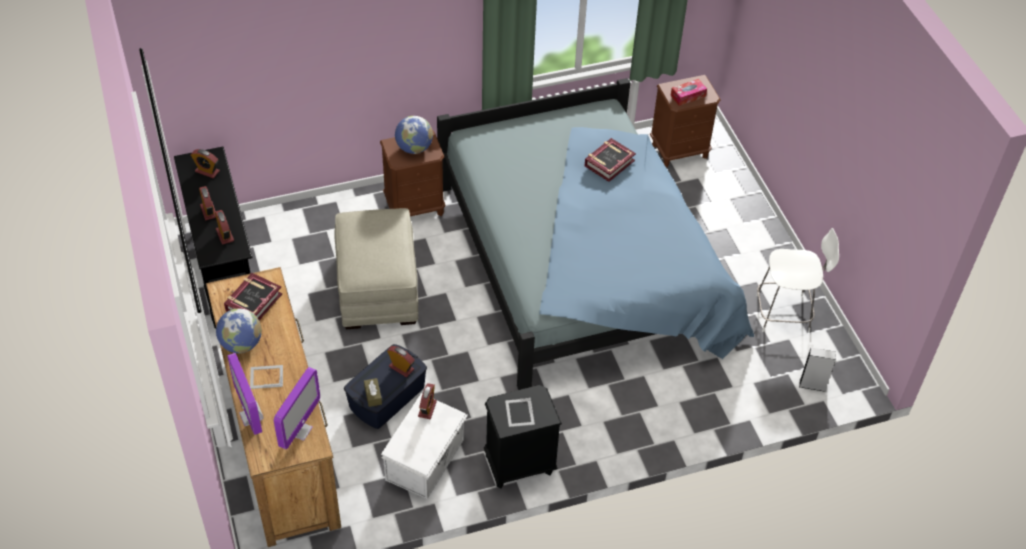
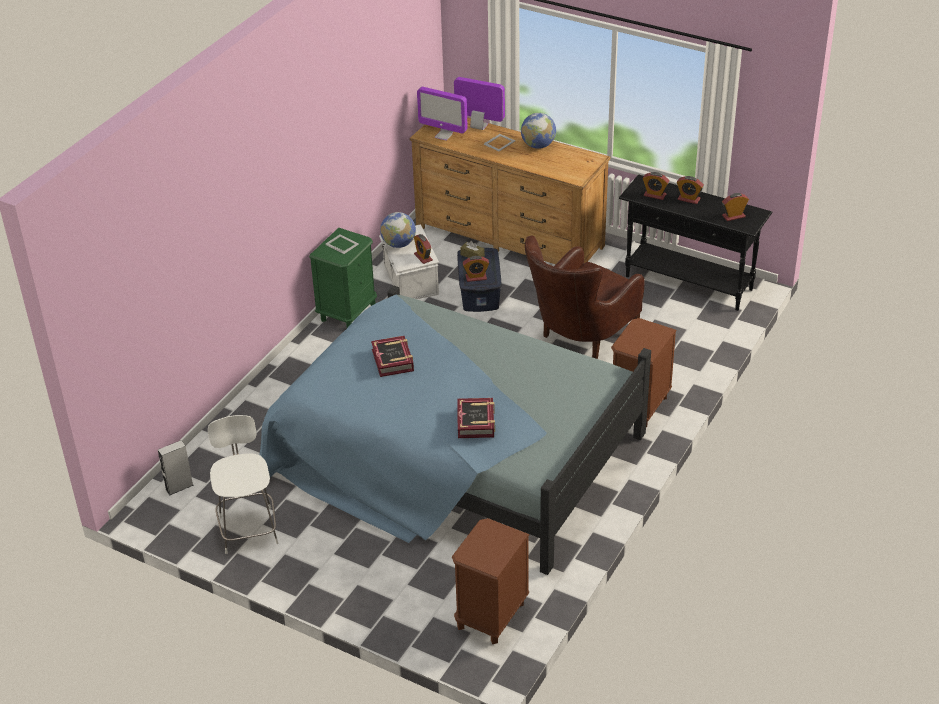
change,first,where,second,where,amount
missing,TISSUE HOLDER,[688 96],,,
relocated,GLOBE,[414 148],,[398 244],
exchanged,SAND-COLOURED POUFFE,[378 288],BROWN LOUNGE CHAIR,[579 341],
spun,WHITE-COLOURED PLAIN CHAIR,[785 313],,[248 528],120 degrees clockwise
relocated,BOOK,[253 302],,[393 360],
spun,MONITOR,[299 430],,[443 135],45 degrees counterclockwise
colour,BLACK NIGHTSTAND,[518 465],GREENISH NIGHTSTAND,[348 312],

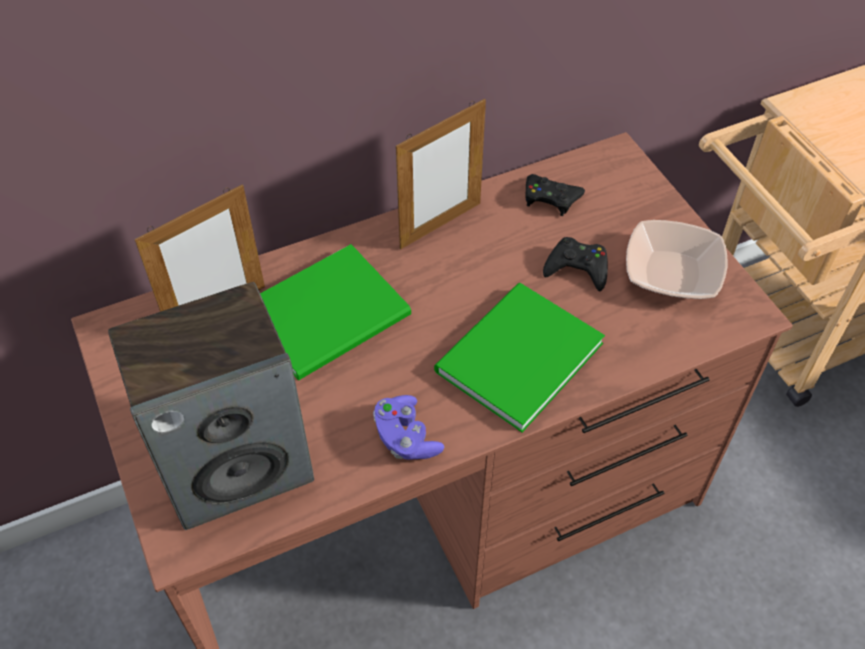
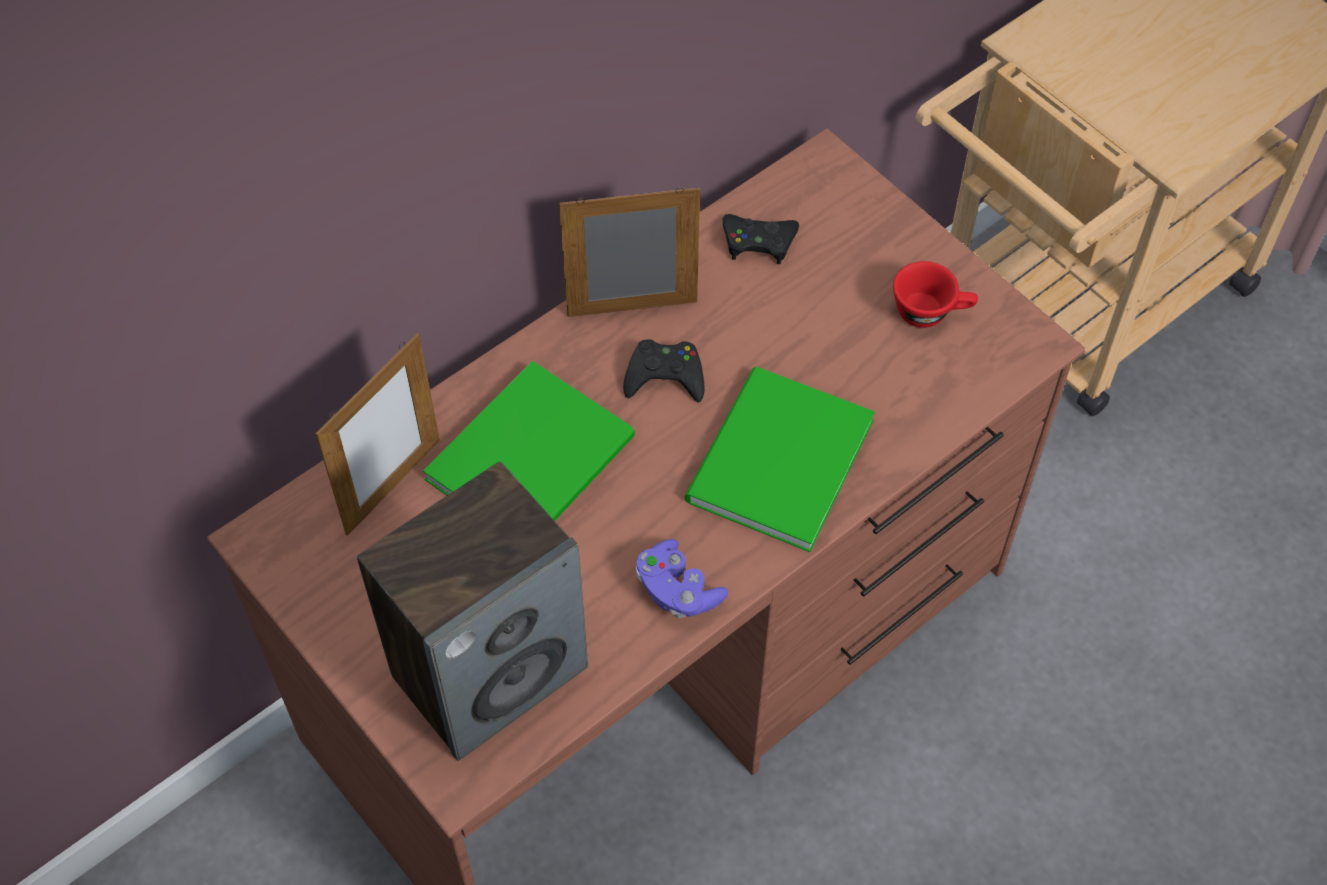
change,first,where,second,where,amount
spun,PICTURE FRAME,[440 225],,[632 309],135 degrees counterclockwise
exchanged,BOWL,[672 273],RED CUP,[931 311],
relocated,BLACK GAMEPAD,[577 268],,[665 376],

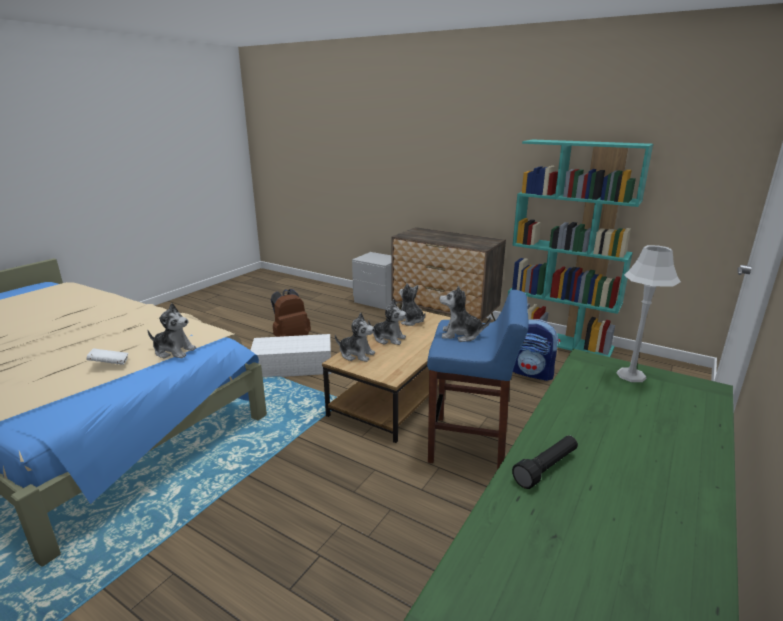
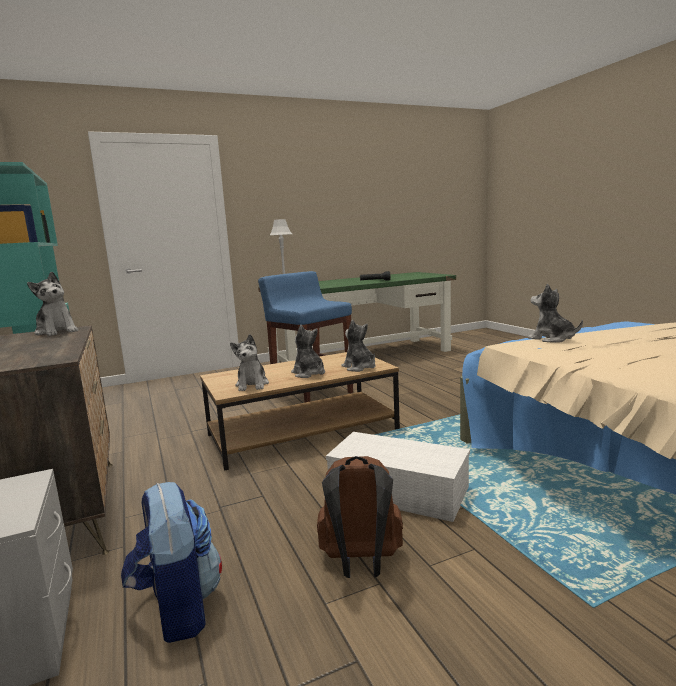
change,first,where,second,where,amount
relocated,SOFT TOY,[461 335],,[57 331],
relocated,BACKPACK,[532 373],,[177 608],
missing,WHITE-COLOURED BOOK,[110 365],,,

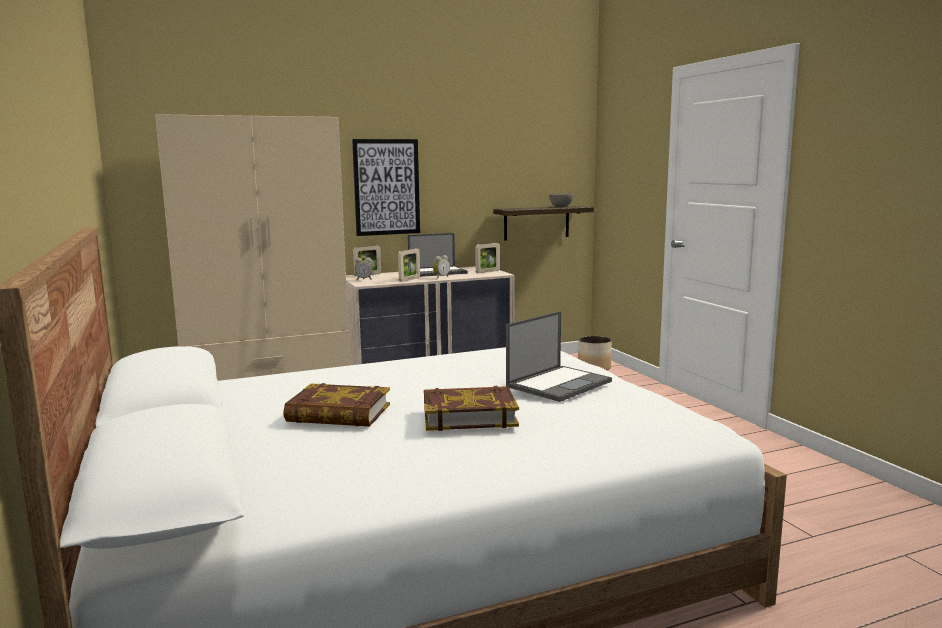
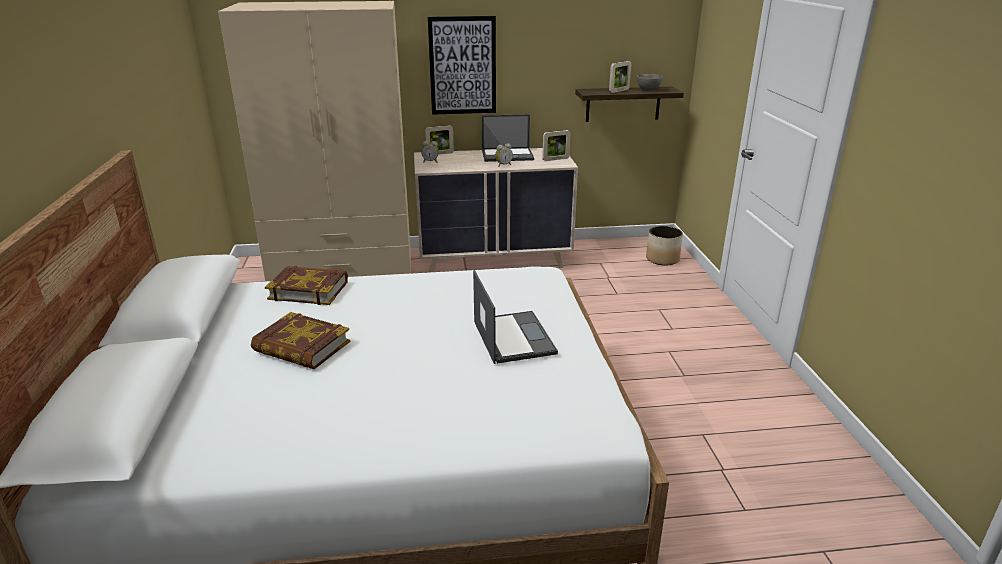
change,first,where,second,where,amount
relocated,PICTURE FRAME,[409 279],,[619 91],
spun,PORTABLE COMPUTER,[559 383],,[513 337],75 degrees counterclockwise
relocated,BOOK,[469 415],,[309 290],

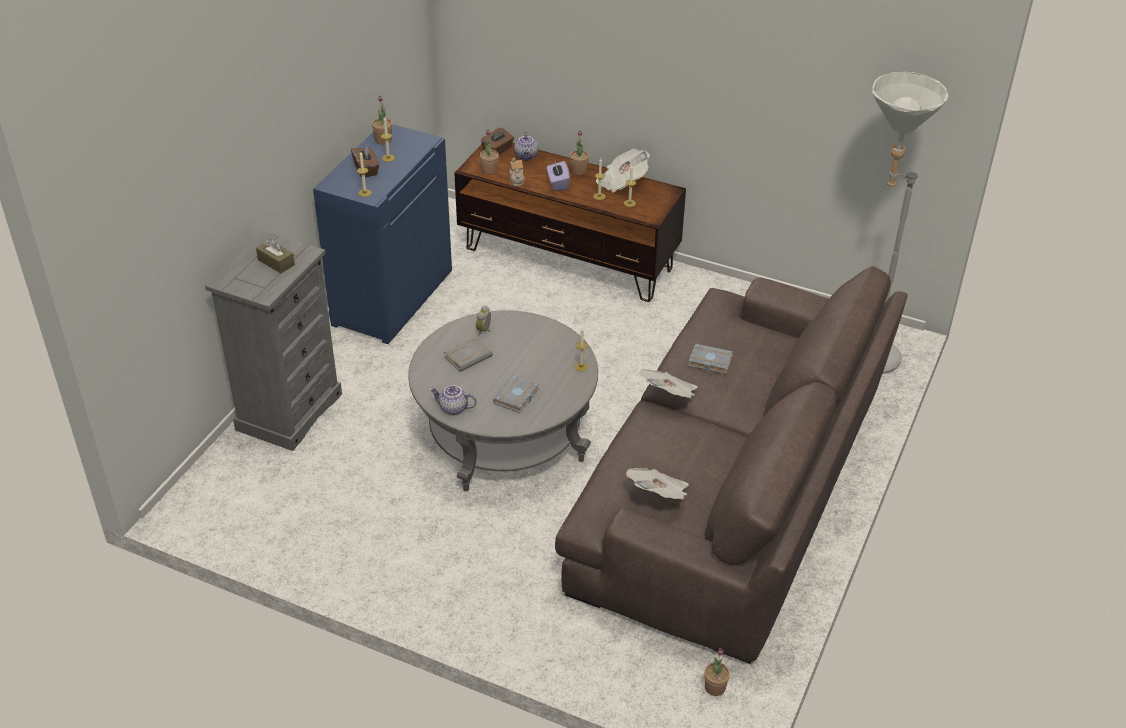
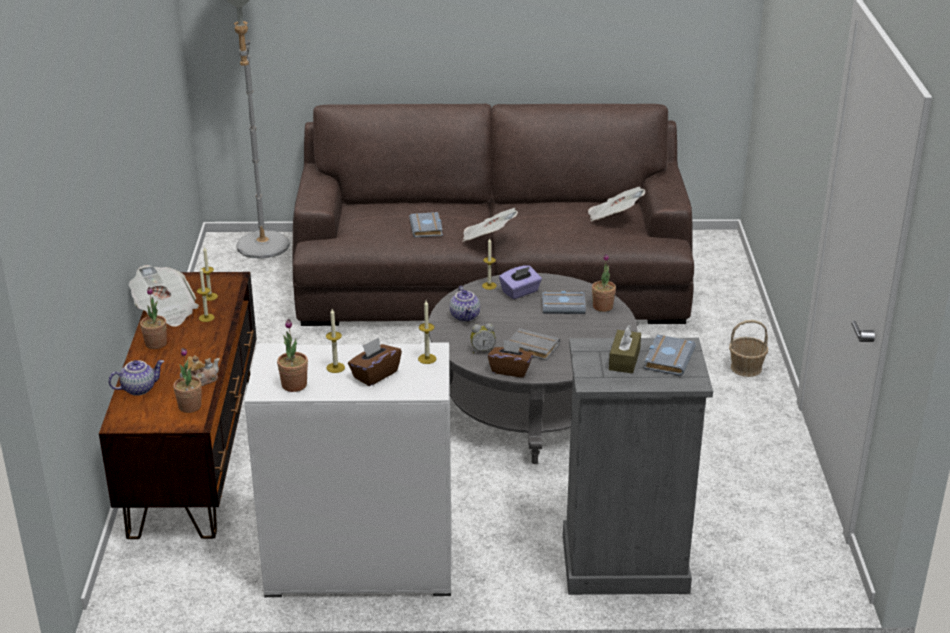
change,first,where,second,where,amount
colour,BLUISH CUPBOARD,[392 297],WHITE-COLOURED CUPBOARD,[359 565],
relocated,BROWN TISSUE HOLDER,[498 150],,[510 370],
relocated,PURPLE-COLOURED TISSUE HOLDER,[558 183],,[520 292],
relocated,TEA POT,[453 409],,[465 316],
relocated,PLANT IN A POT,[715 687],,[602 307],
appeared,,,STORAGE BASKET,[746 368],
appeared,,,GRAY BOOK,[667 358],

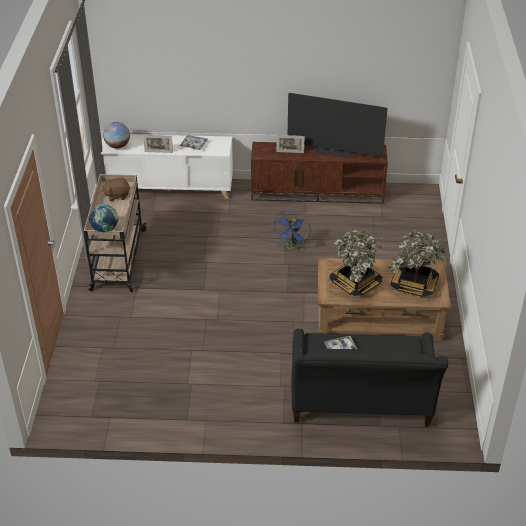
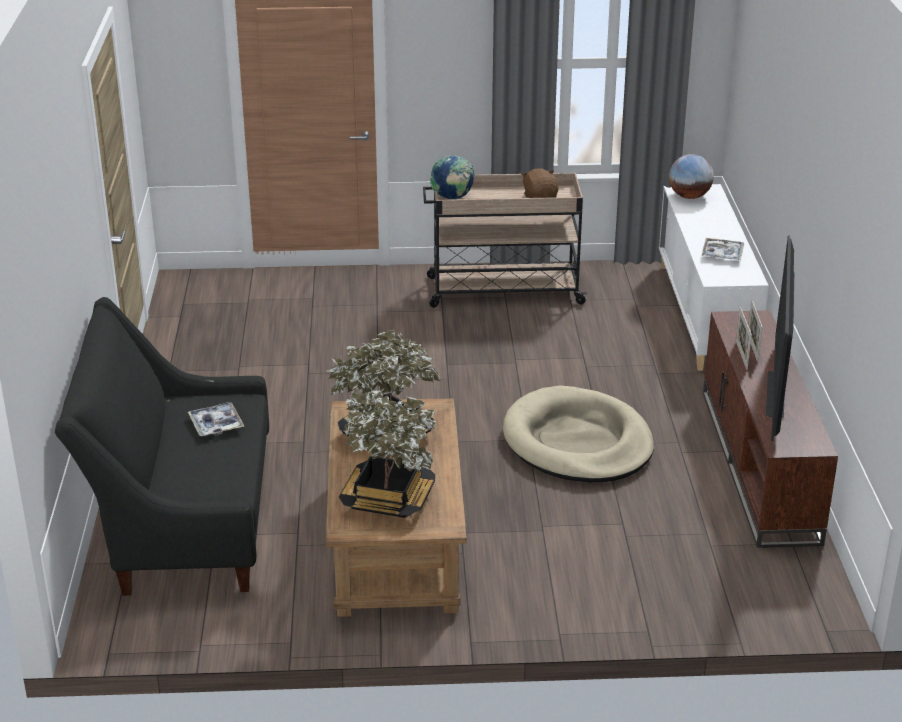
change,first,where,second,where,amount
relocated,PICTURE FRAME,[158 152],,[741 355],
exchanged,BLUISH COOLING FAN,[293 247],SAND-COLOURED DOG CUSHION,[578 442],

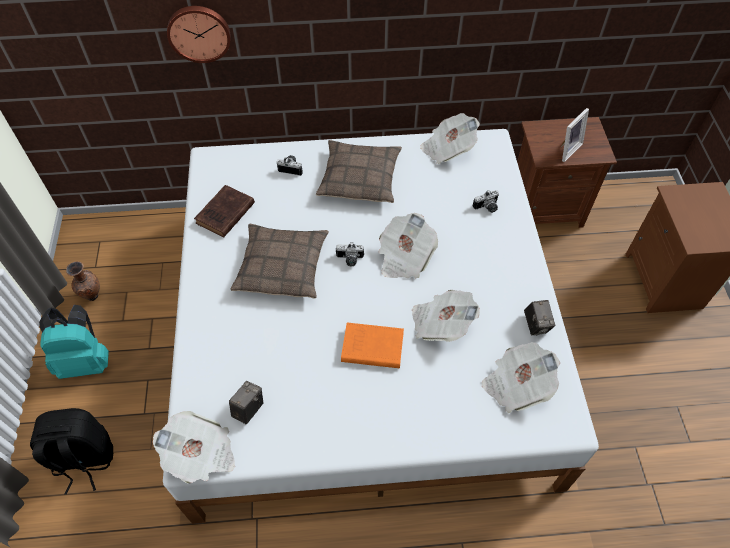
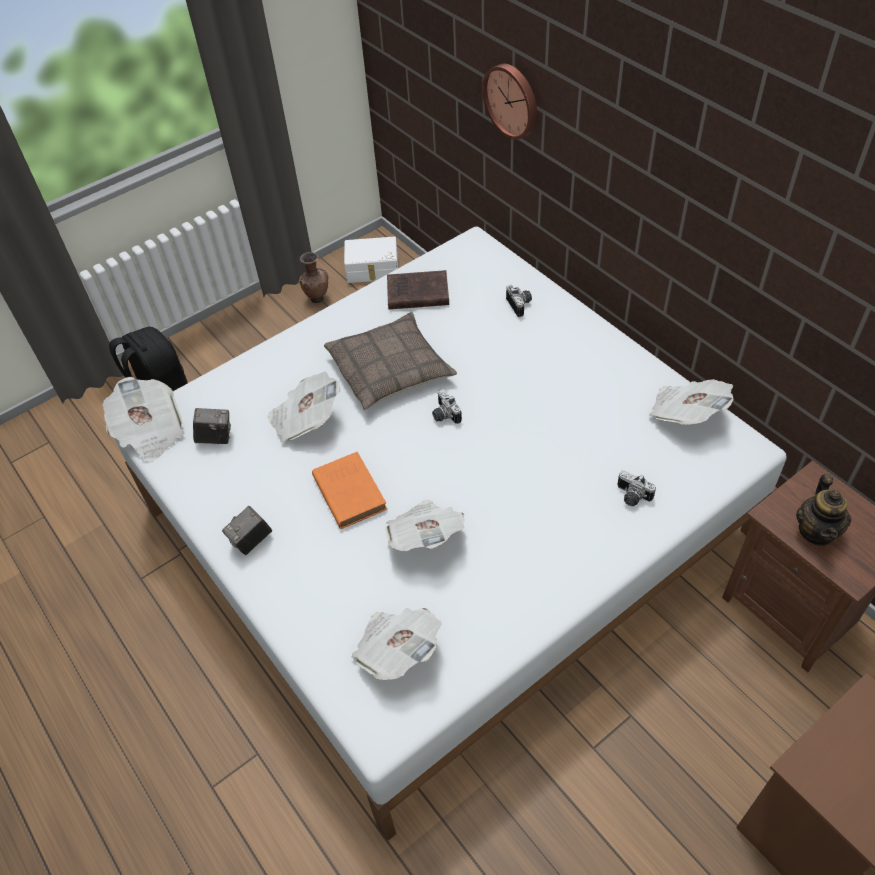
change,first,where,second,where,amount
exchanged,PICTURE FRAME,[566 149],TEA POT,[816 531],
missing,PILLOW,[360 178],,,
relocated,DAILY PAPER,[404 257],,[305 420],
relocated,PHOTO CAMERA,[536 325],,[251 541],
missing,BLUE-GREEN BACKPACK,[86 361],,,
appeared,,,WHITE-COLOURED STORAGE CONTAINER,[373 269],

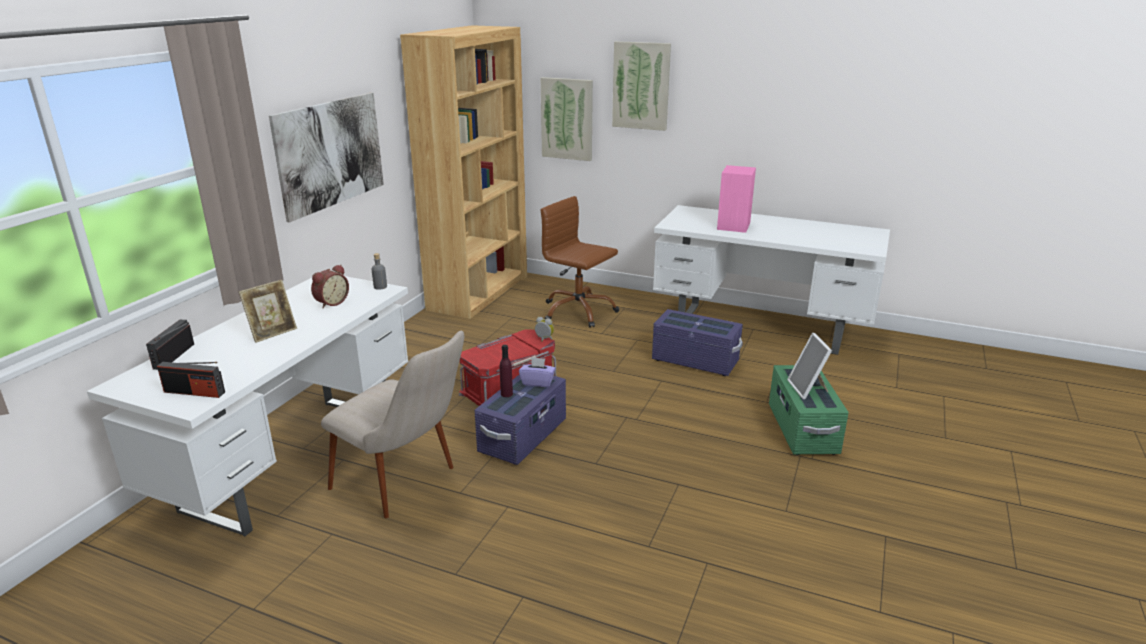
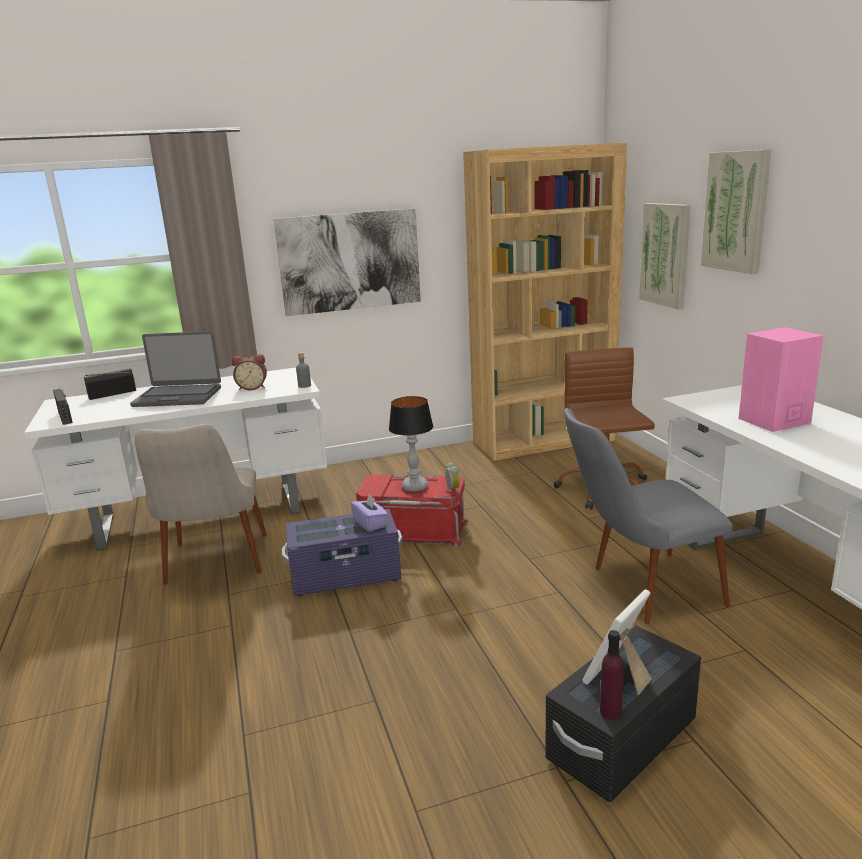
change,first,where,second,where,amount
exchanged,PICTURE FRAME,[273 333],PORTABLE COMPUTER,[178 397],
exchanged,PURPLE-COLOURED STORAGE CONTAINER,[695 361],GRAY PLAIN CHAIR,[638 590],
relocated,PURPLE-COLOURED BEVERAGE BOTTLE,[506 394],,[610 712],
colour,GREENISH STORAGE CONTAINER,[802 430],BLACK STORAGE CONTAINER,[621 740],
appeared,,,TABLETOP LAMP,[415 487],

